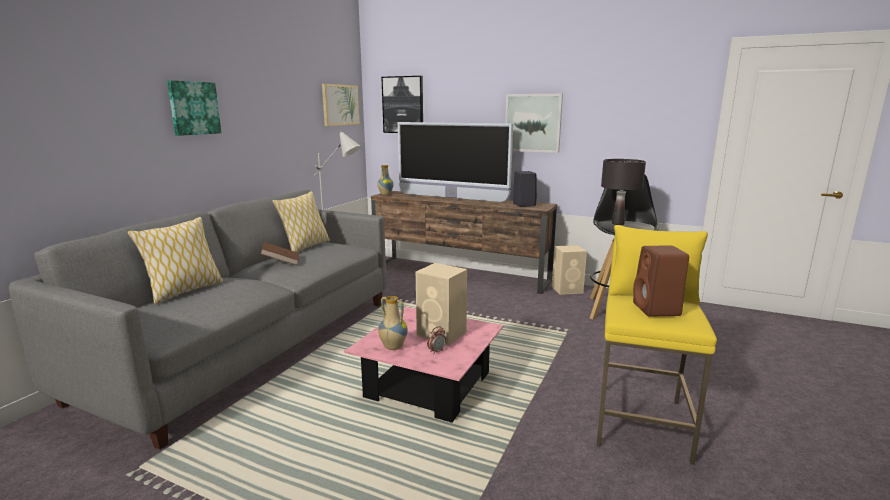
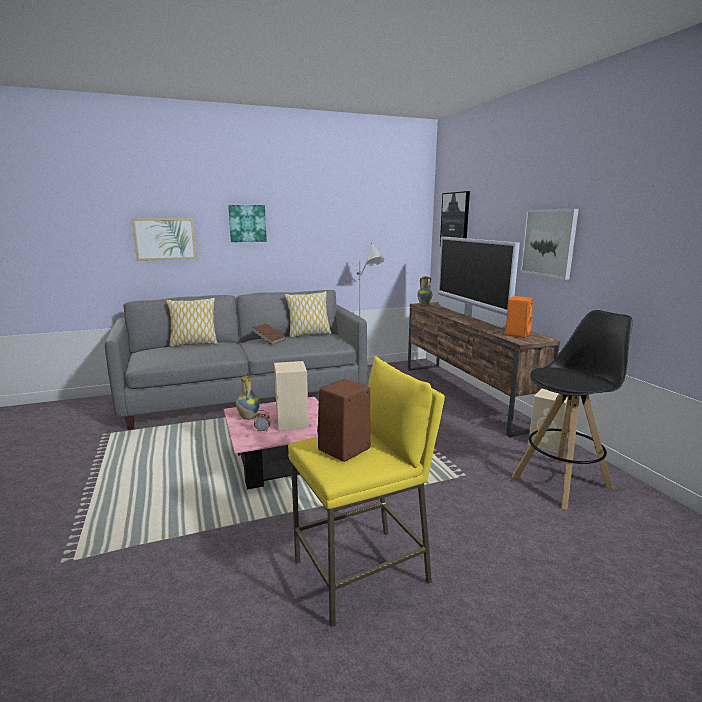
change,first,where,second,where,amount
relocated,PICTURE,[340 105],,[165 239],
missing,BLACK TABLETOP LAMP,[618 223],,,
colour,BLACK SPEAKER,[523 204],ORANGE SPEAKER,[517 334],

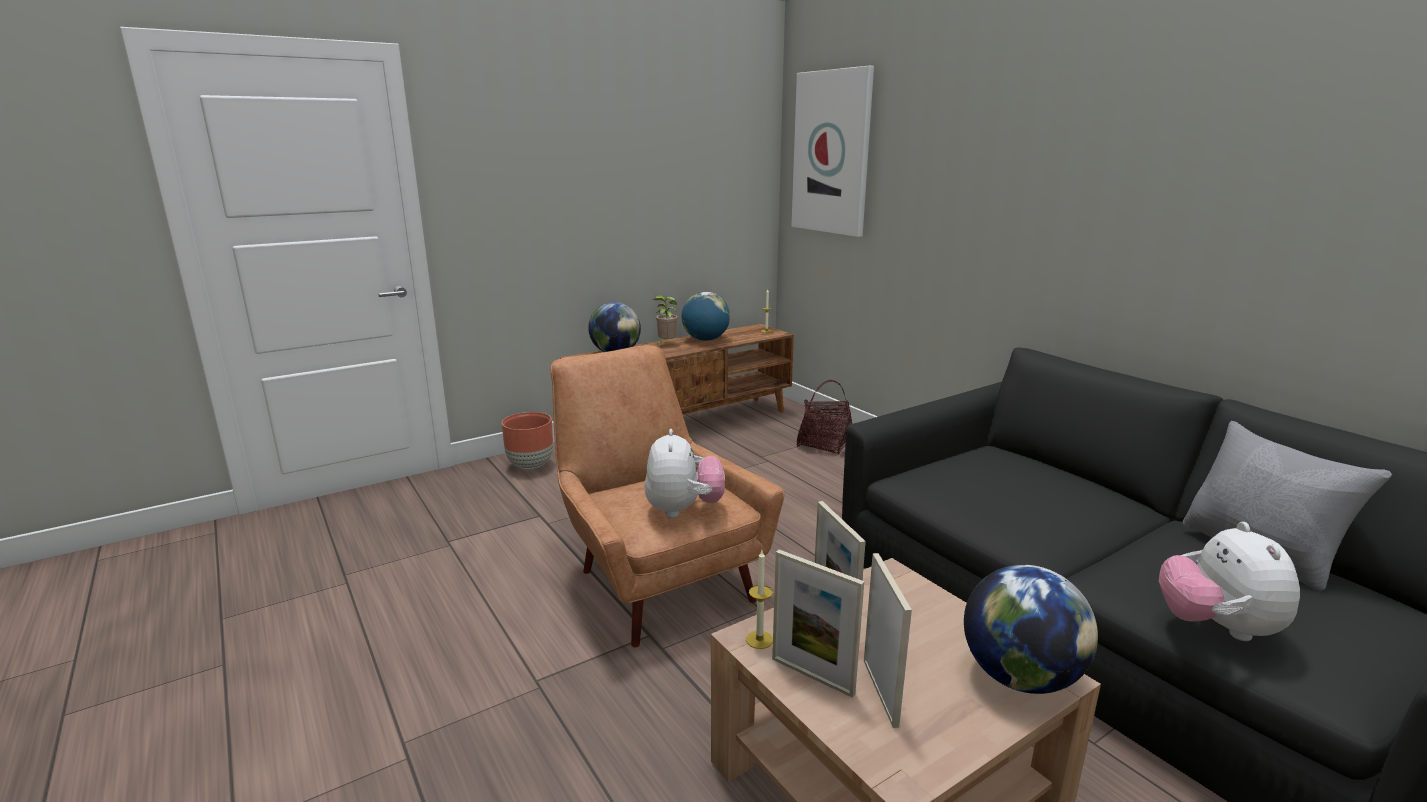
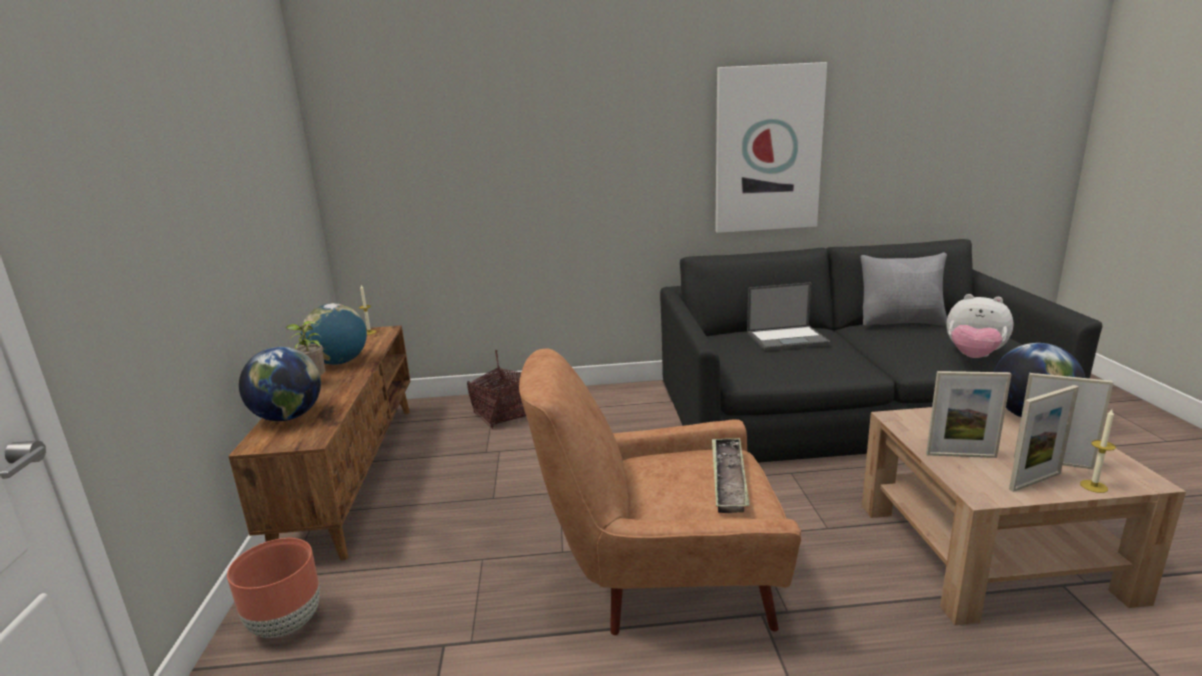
change,first,where,second,where,amount
relocated,PICTURE,[832 153],,[767 149],
exchanged,SOFT TOY,[683 510],SERVING TRAY,[728 479],
relocated,CANDLE,[759 639],,[1093 486],
appeared,,,PORTABLE COMPUTER,[788 338],

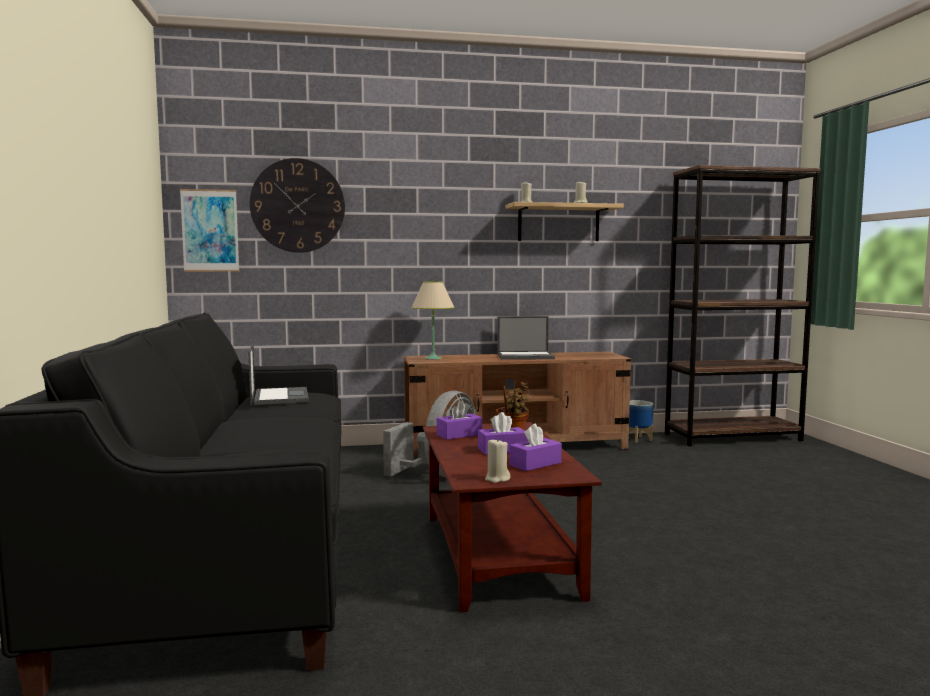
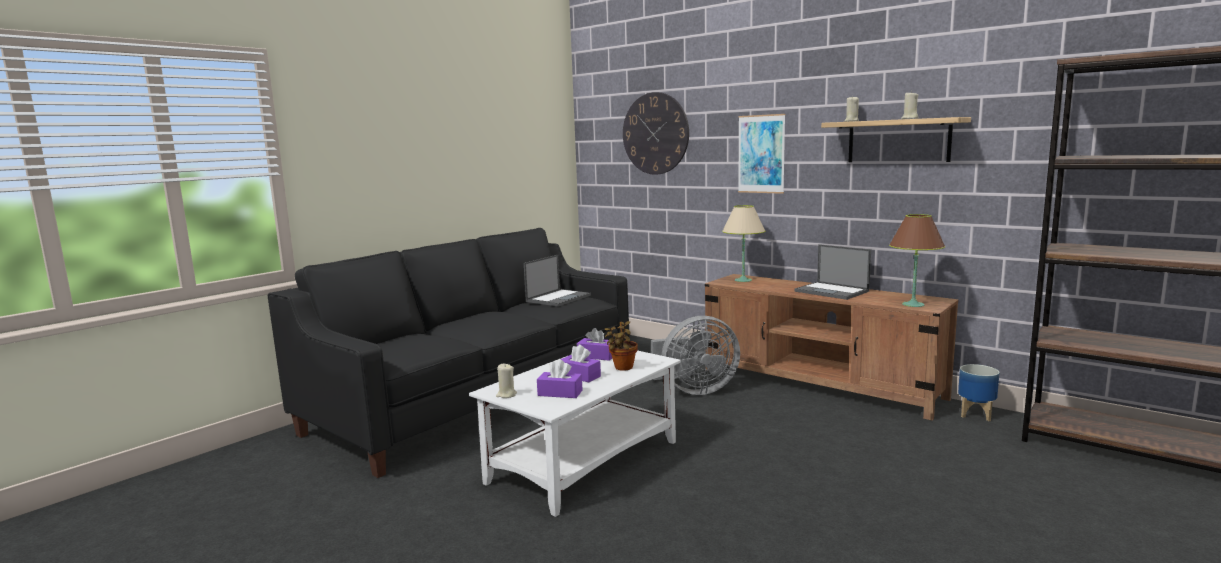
change,first,where,second,where,amount
relocated,PICTURE,[210 230],,[761 154],
colour,BROWN COFFEE TABLE,[497 554],WHITE-COLOURED COFFEE TABLE,[585 461],
appeared,,,BROWN TABLETOP LAMP,[913 304],

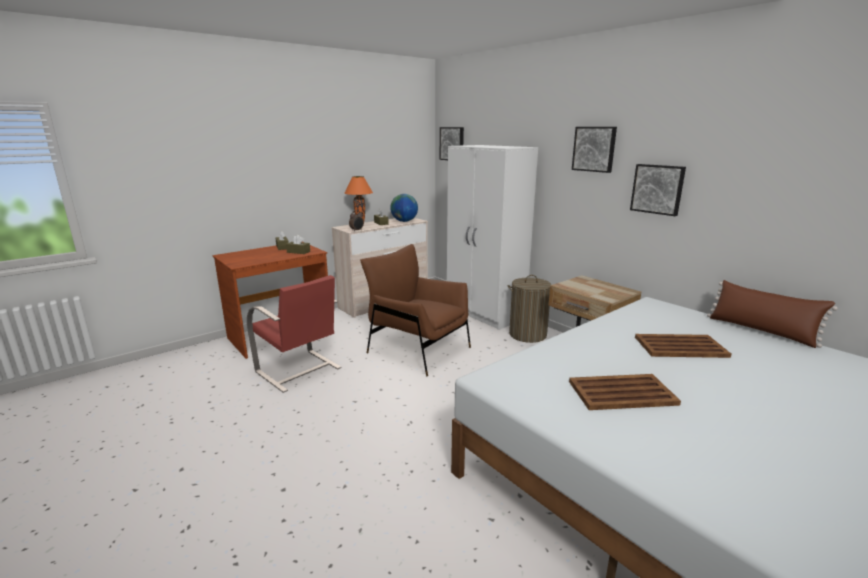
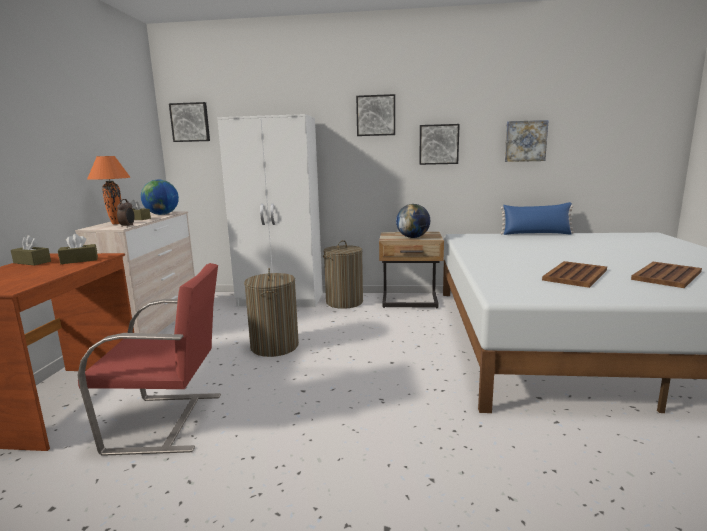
change,first,where,second,where,amount
exchanged,BROWN LOUNGE CHAIR,[418 350],LAUNDRY BASKET,[274 346],
colour,BROWN PILLOW,[761 331],BLUISH PILLOW,[536 234],
relocated,BROWN SERVING TRAY,[679 347],,[666 275],
appeared,,,PICTURE,[525 141],
appeared,,,GLOBE,[413 237],

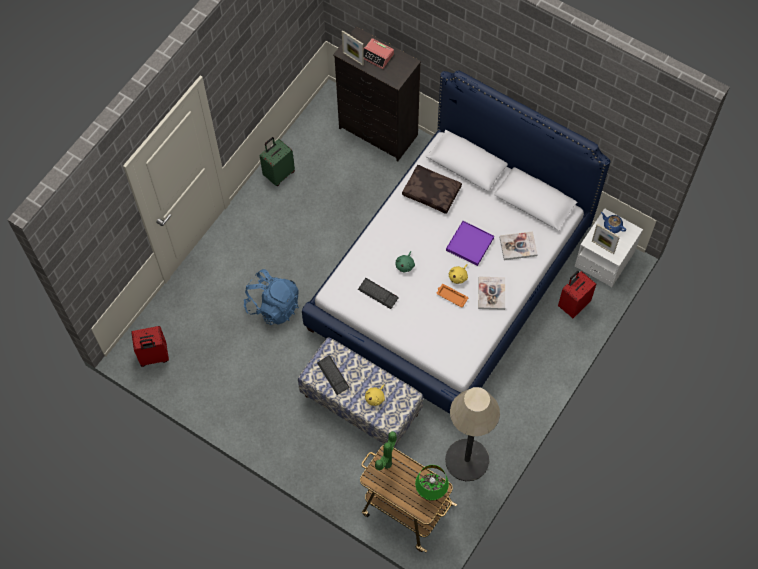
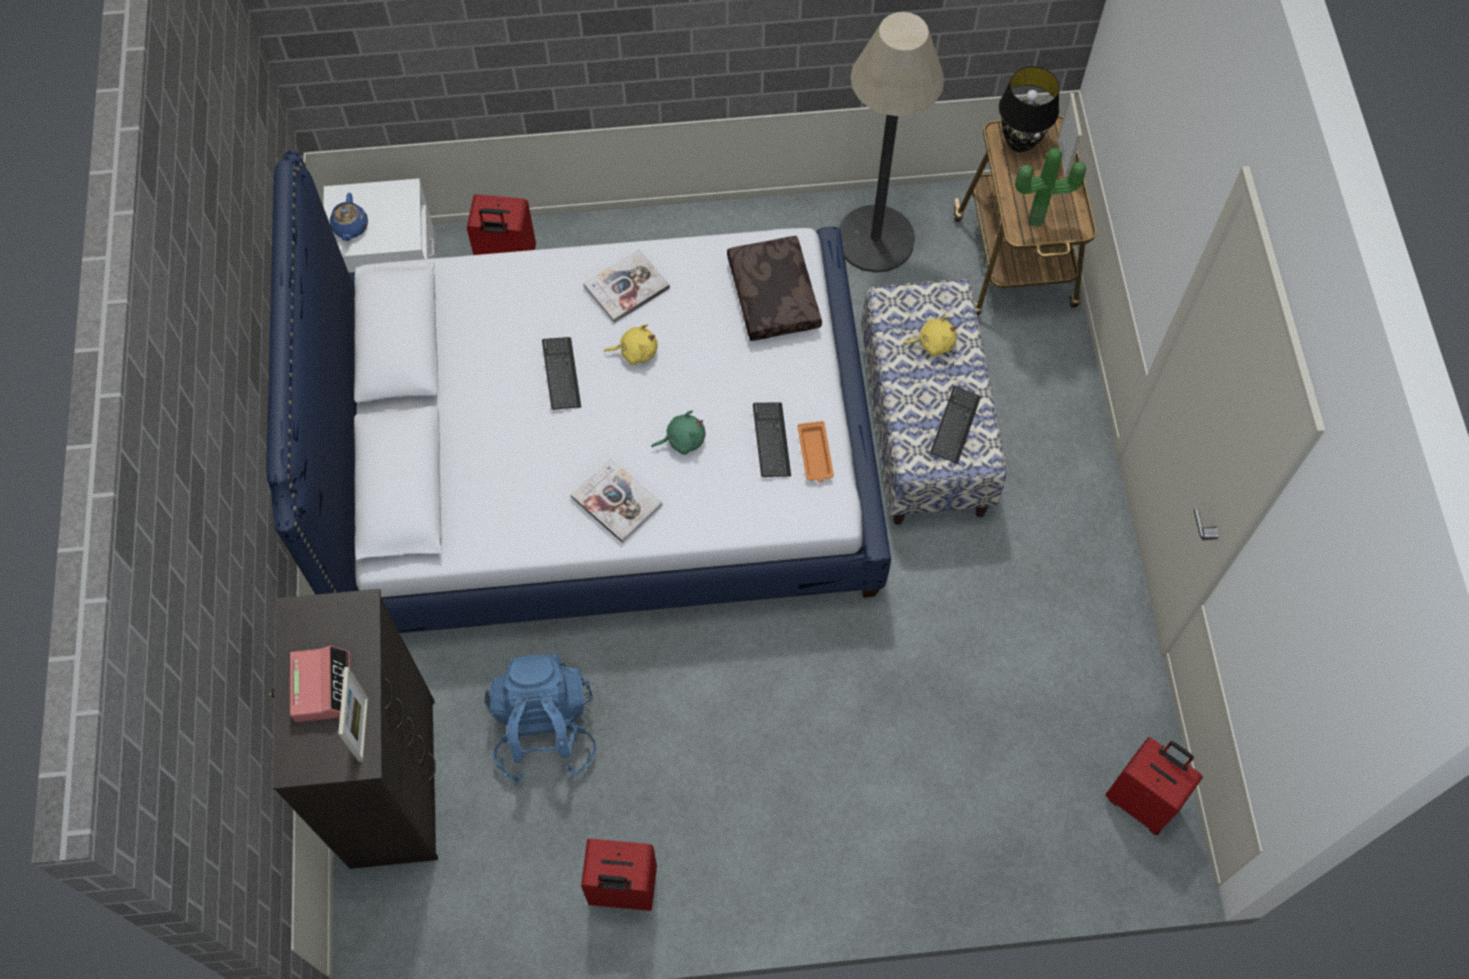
change,first,where,second,where,amount
colour,GREENISH TRAVEL CASE,[279 174],RED TRAVEL CASE,[622 890],
relocated,BROWN PILLOW,[432 192],,[771 295],
exchanged,PURPLE-COLOURED SERVING TRAY,[470 244],KEYBOARD,[561 374],
relocated,PICTURE FRAME,[602 247],,[1062 159],
relocated,BOOK,[518 246],,[616 501],
relocated,BLUISH BACKPACK,[273 305],,[544 729],
relocated,ORANGE SERVING TRAY,[451 296],,[815 454],
colour,GREENISH TABLETOP LAMP,[430 492],BLACK TABLETOP LAMP,[1020 143],

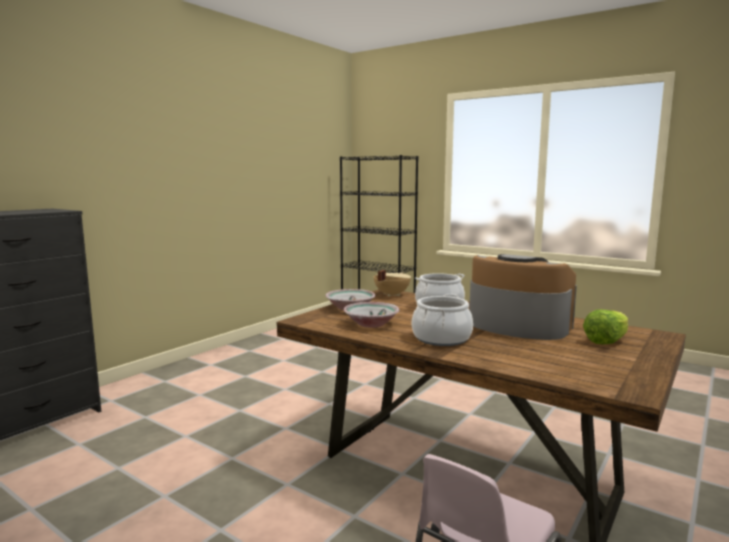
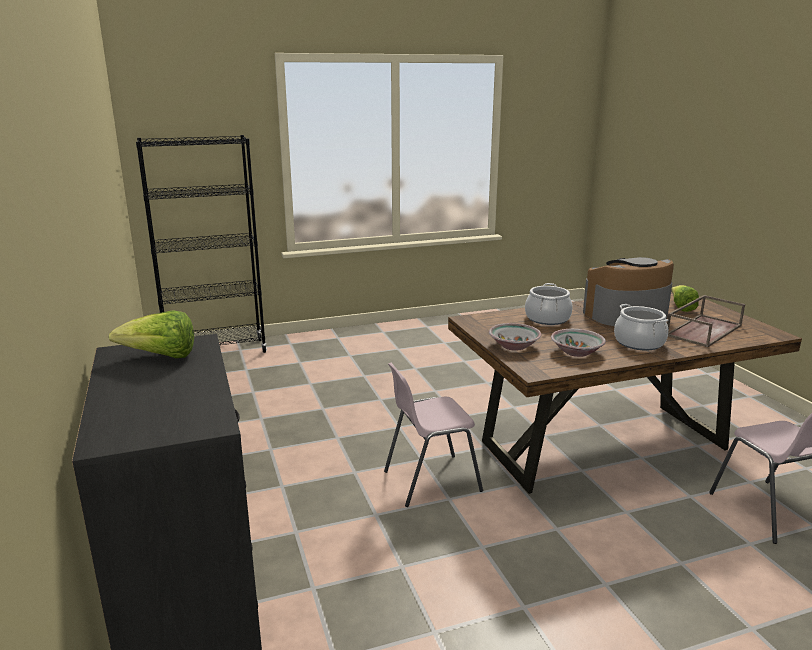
change,first,where,second,where,amount
missing,SAND-COLOURED COOKING POT,[391 295],,,
appeared,,,BROWN SERVING TRAY,[703 330],
appeared,,,LETTUCE HEAD,[161 357],
appeared,,,PINK-COLOURED PLAIN CHAIR,[430 480],

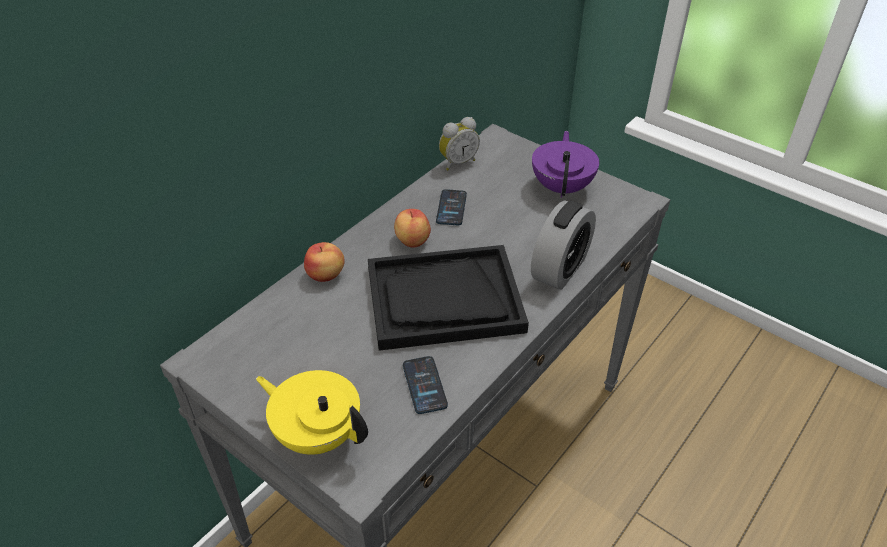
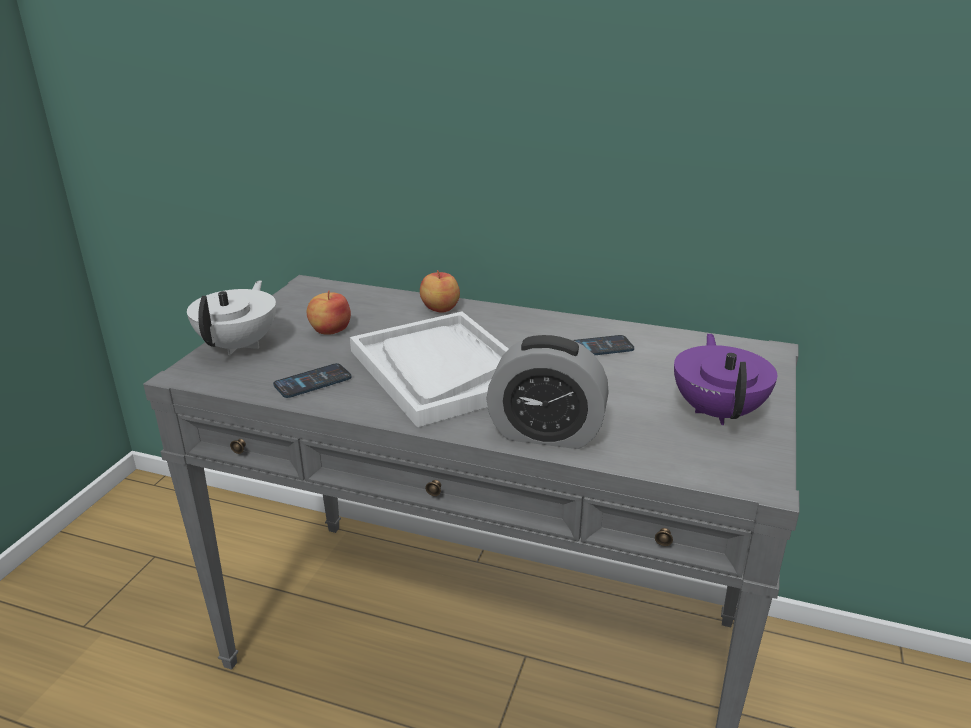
change,first,where,second,where,amount
missing,BEDSIDE CLOCK,[457 162],,,
spun,PURPLE-COLOURED TEA POT,[562 187],,[718 411],75 degrees counterclockwise
relocated,APPLE FRUIT,[411 241],,[330 330],
colour,BLACK SERVING TRAY,[444 300],WHITE-COLOURED SERVING TRAY,[441 370],
colour,YELLOW TEA POT,[317 433],WHITE-COLOURED TEA POT,[240 345],

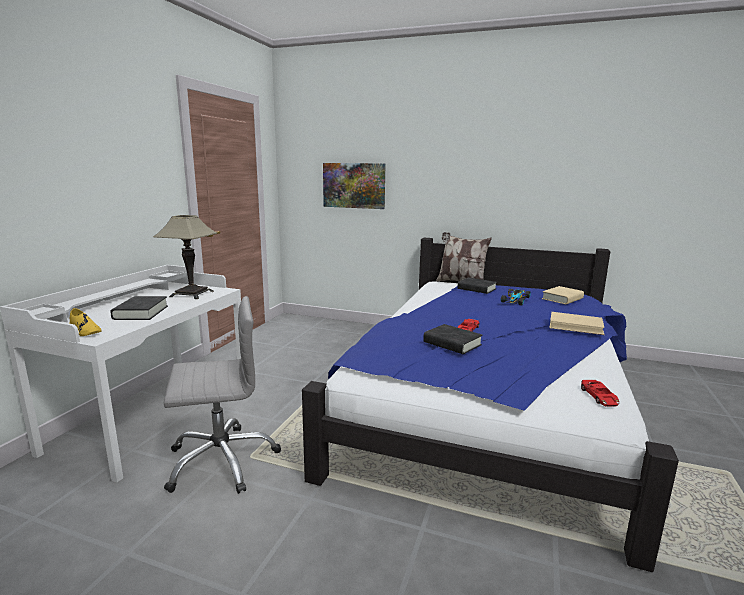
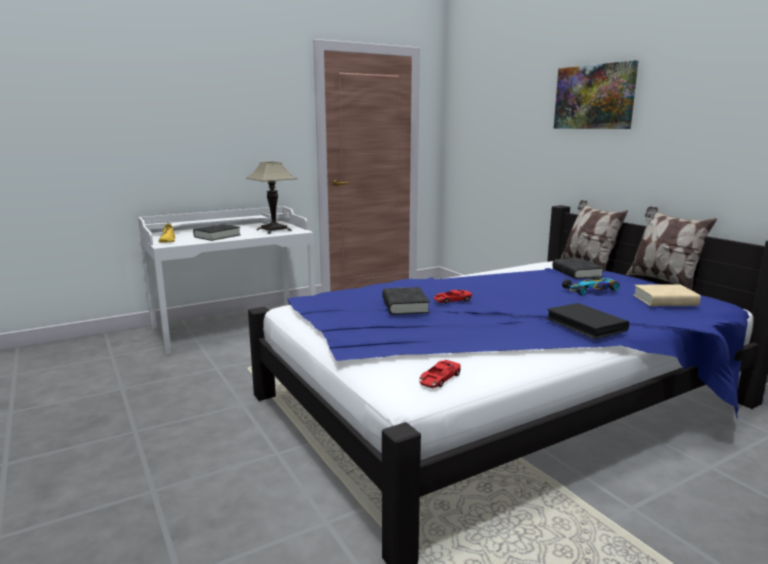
change,first,where,second,where,amount
relocated,PICTURE,[354 185],,[594 97],
missing,GRAY COMPUTER CHAIR,[222 460],,,
colour,SAND-COLOURED BOOK,[576 326],BLACK BOOK,[586 325],
appeared,,,PILLOW,[663 281],

